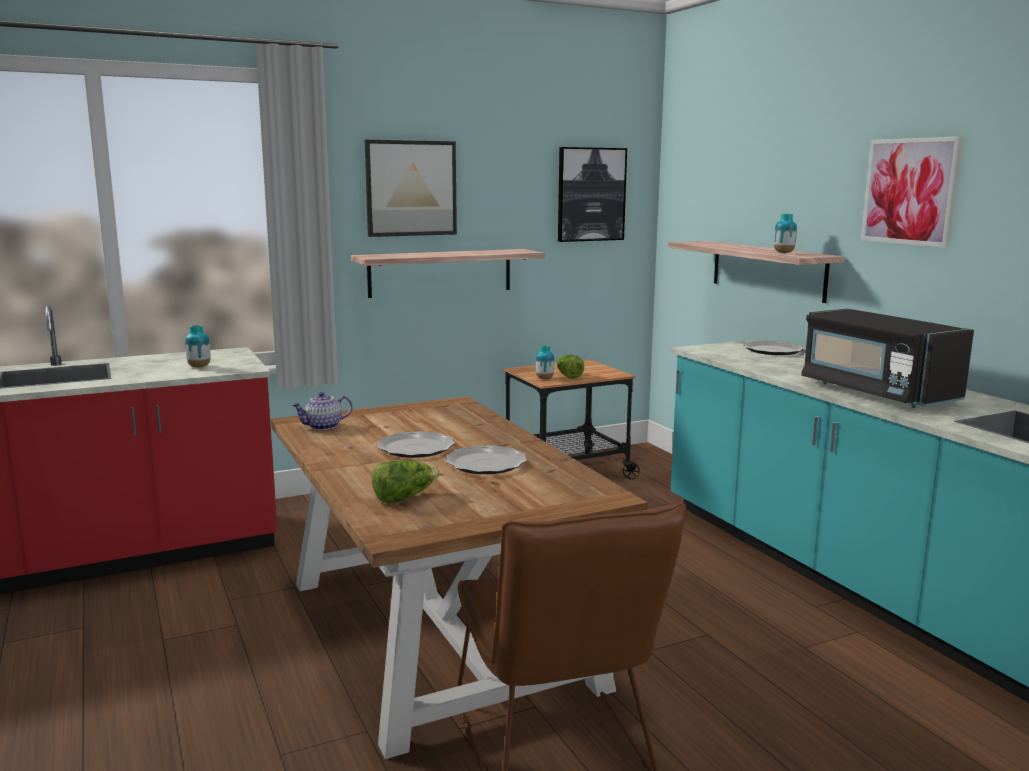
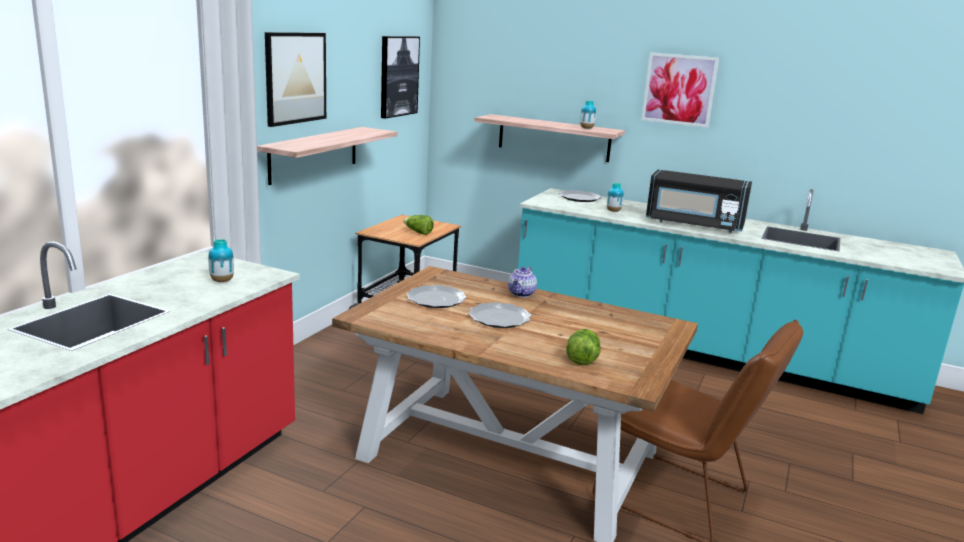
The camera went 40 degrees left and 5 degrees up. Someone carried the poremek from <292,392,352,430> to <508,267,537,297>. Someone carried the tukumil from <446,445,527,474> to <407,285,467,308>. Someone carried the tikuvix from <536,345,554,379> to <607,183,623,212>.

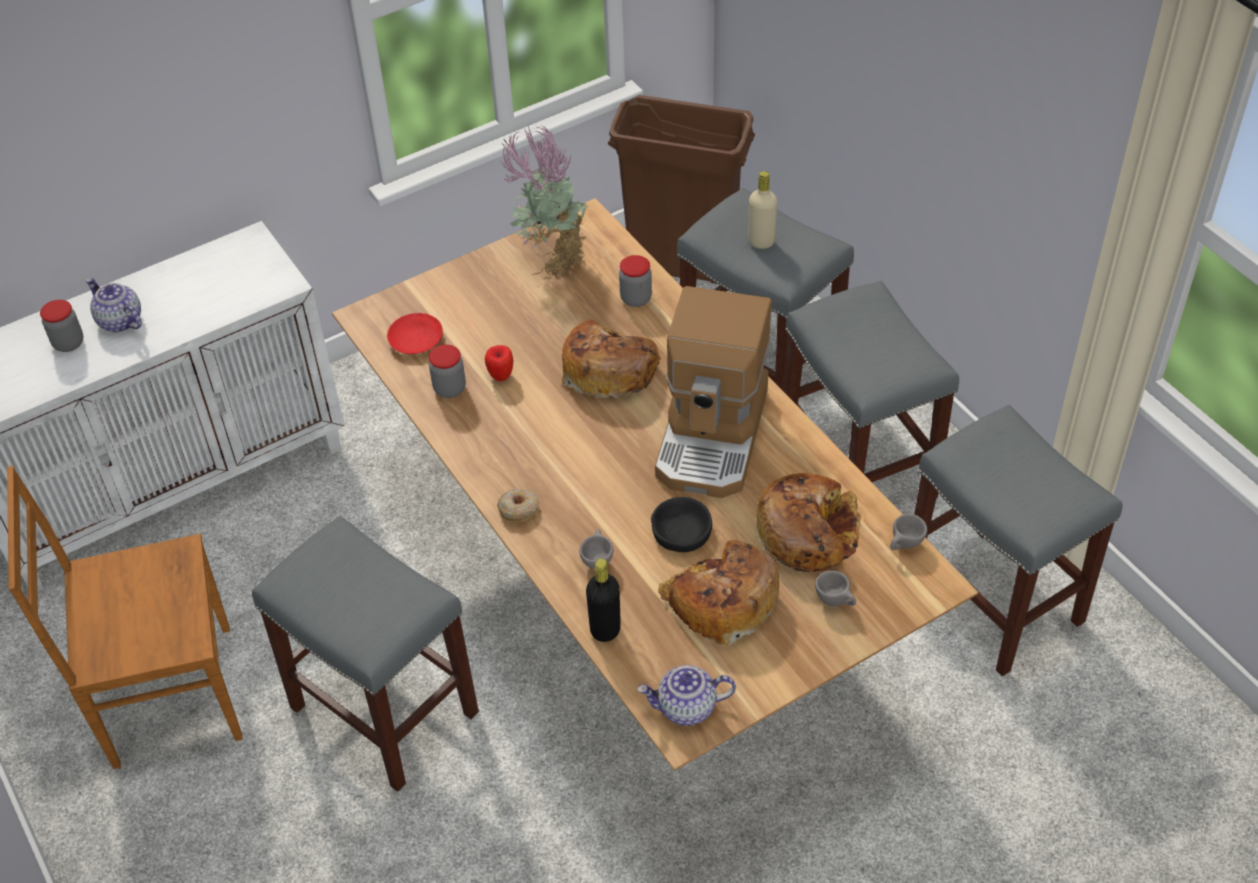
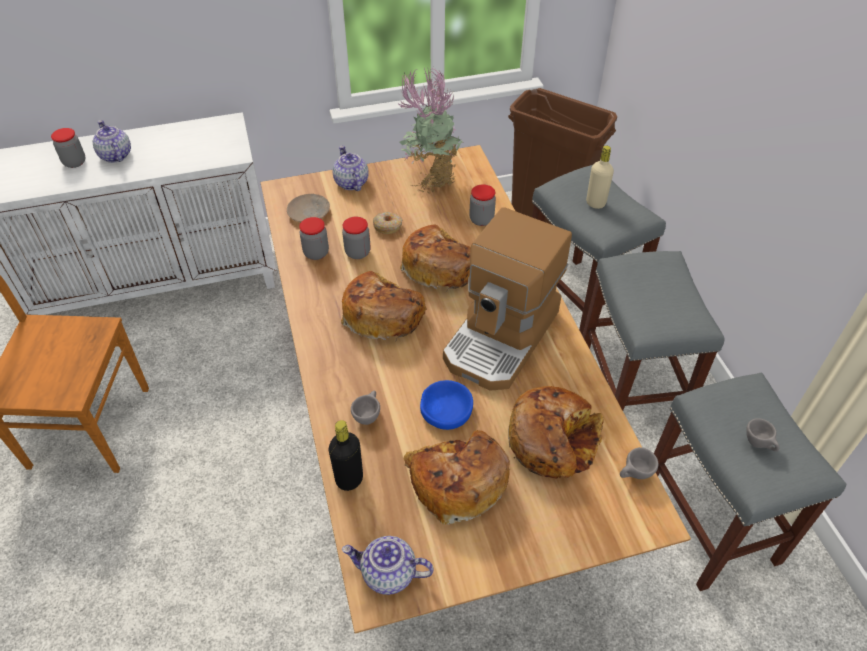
The camera went 15 degrees right and 0 degrees up. Someone took away the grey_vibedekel at <252,516,479,792>. Someone repainted the red_tukumil at <387,313,443,354>, which became the beige_tukumil at <287,194,330,222>. Someone swapped the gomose at <485,345,513,381> for the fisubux at <342,217,370,259>. Someone carried the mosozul from <497,489,539,522> to <373,212,402,234>. Someone repainted the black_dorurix at <651,497,712,552>, which became the blue_dorurix at <420,380,473,430>. Someone carried the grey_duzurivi from <815,571,856,607> to <746,418,779,451>. Someone put down the poremek at <333,145,369,191>. Someone put down the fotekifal at <341,271,427,340>.

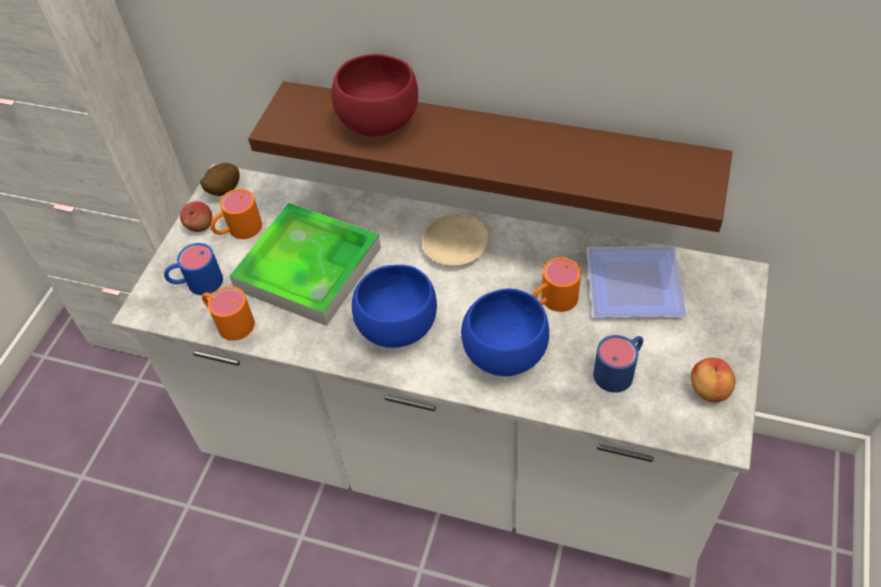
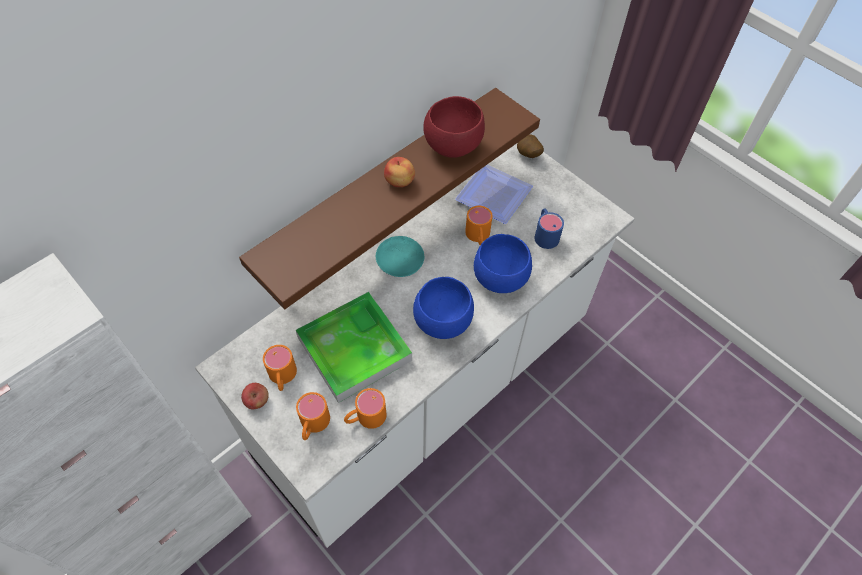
The camera went 65 degrees left and 5 degrees up. Someone repainted the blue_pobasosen at <164,243,223,295>, which became the orange_pobasosen at <296,392,330,440>. Someone carried the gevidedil from <200,163,240,196> to <517,134,544,158>. Someone carried the red_dorurix from <332,54,418,136> to <423,96,485,158>. Someone repainted the beige_tukumil at <422,214,489,266>, which became the turquoise_tukumil at <376,236,424,277>. Someone carried the gomose from <690,358,736,402> to <384,157,415,187>.

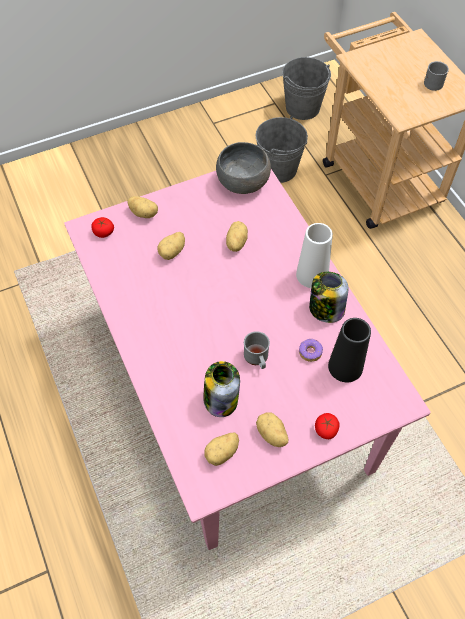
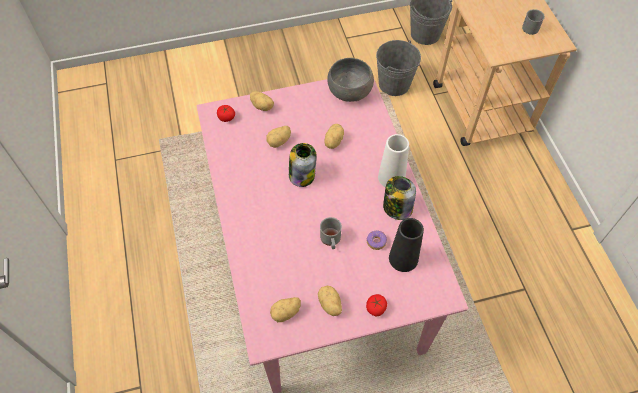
The camera went 10 degrees right and 0 degrees up. Someone carried the fisubux from <204,361,240,417> to <289,143,317,187>.

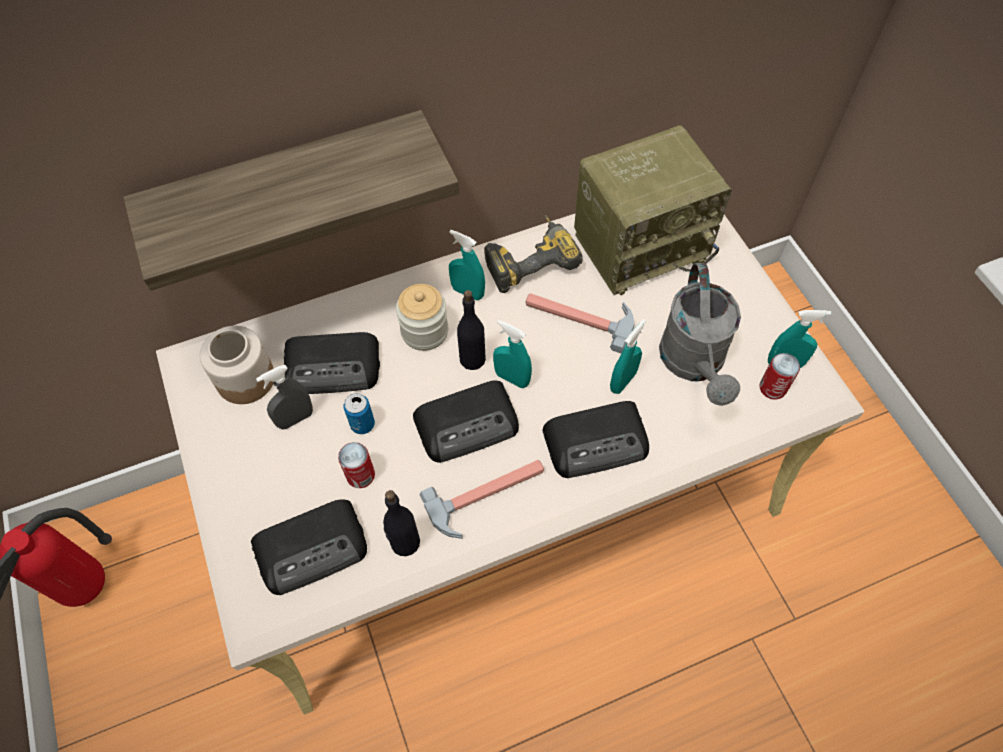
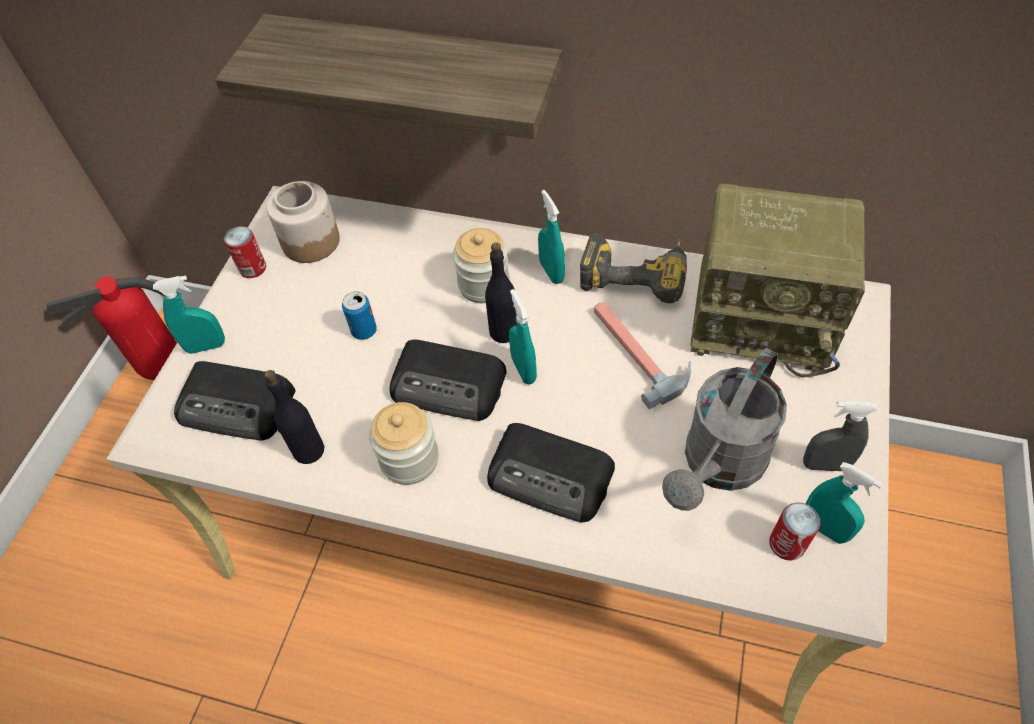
The camera went 40 degrees right and 5 degrees down. Someone carried the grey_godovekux from <256,365,313,429> to <803,401,877,471>. Someone took away the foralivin at <284,332,380,394>. Someone carried the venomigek from <338,442,375,488> to <224,226,266,278>. Someone swapped the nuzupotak at <419,460,544,539> for the fisubux at <369,402,439,485>. Someone carried the turquoise_godovekux from <610,319,646,394> to <153,275,225,354>.

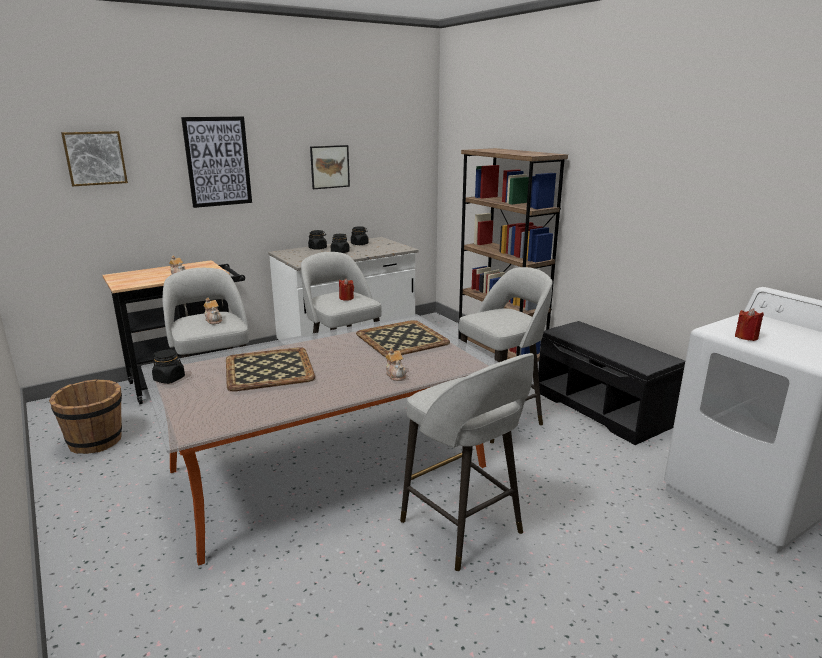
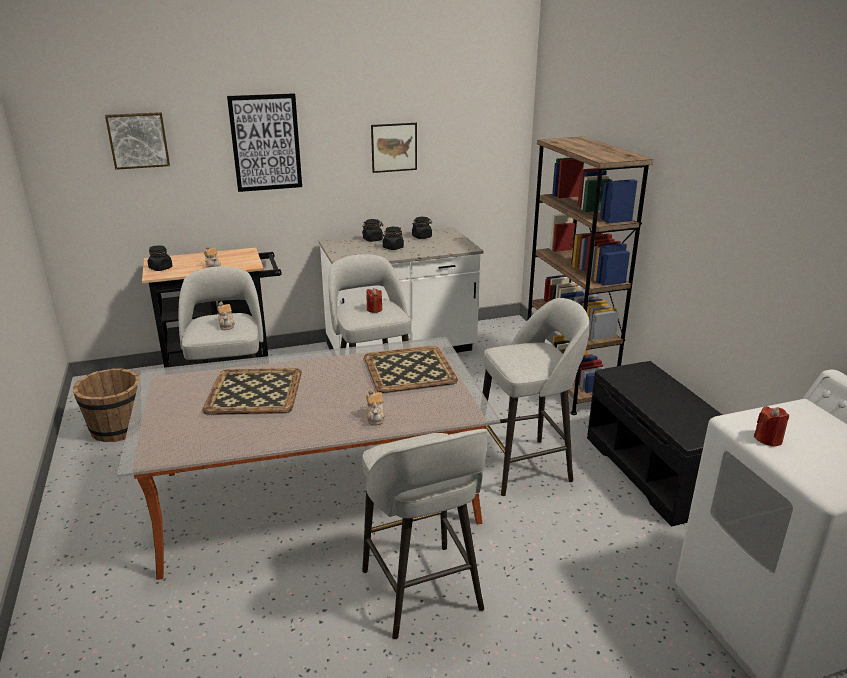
The camera went 15 degrees right and 5 degrees up. Someone carried the black_fisubux from <152,350,185,384> to <148,245,172,271>.

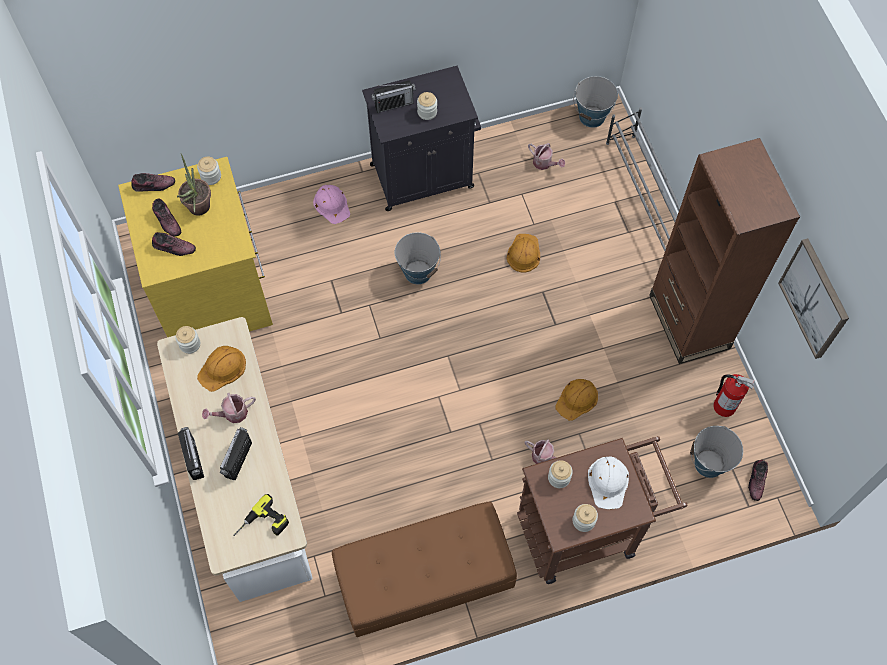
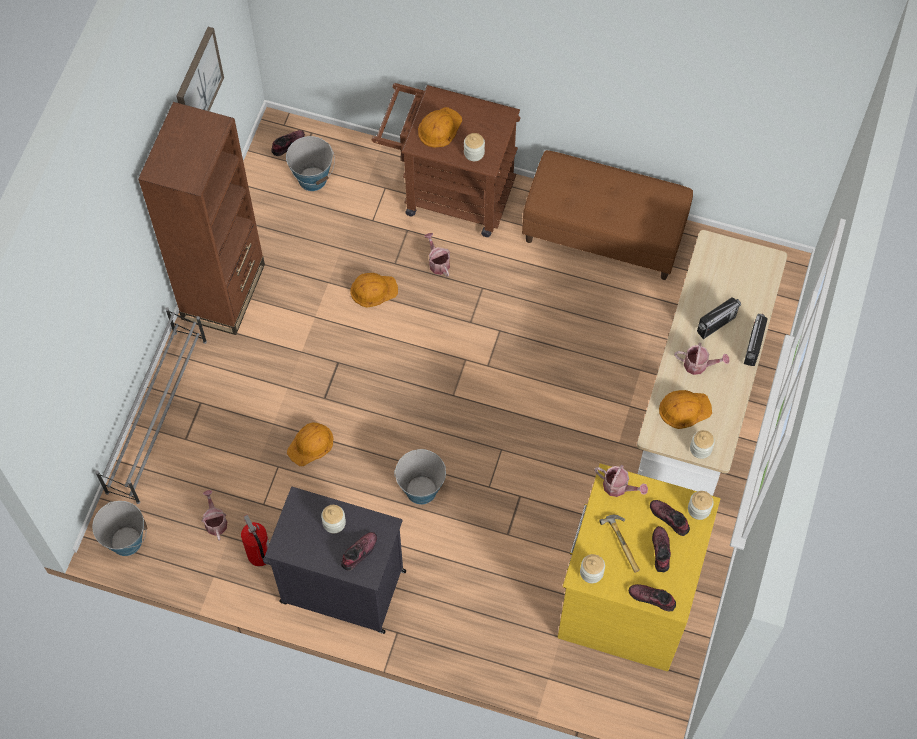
The camera went 145 degrees left and 0 degrees up. Someone swapped the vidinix at <177,153,211,215> for the nuzupotak at <599,515,640,573>. Someone took away the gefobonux at <233,494,289,536>. Someone took away the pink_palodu at <313,185,350,224>. Someone swapped the foralivin at <371,80,416,113> for the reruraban at <341,532,377,571>. Someone carried the fisubux from <573,504,598,532> to <688,491,714,520>. Someone repainted the white_palodu at <588,456,629,509>, which became the orange_palodu at <418,107,462,148>. Someone carried the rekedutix from <713,374,755,417> to <241,514,269,566>. Someone put down the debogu at <595,465,648,497>.

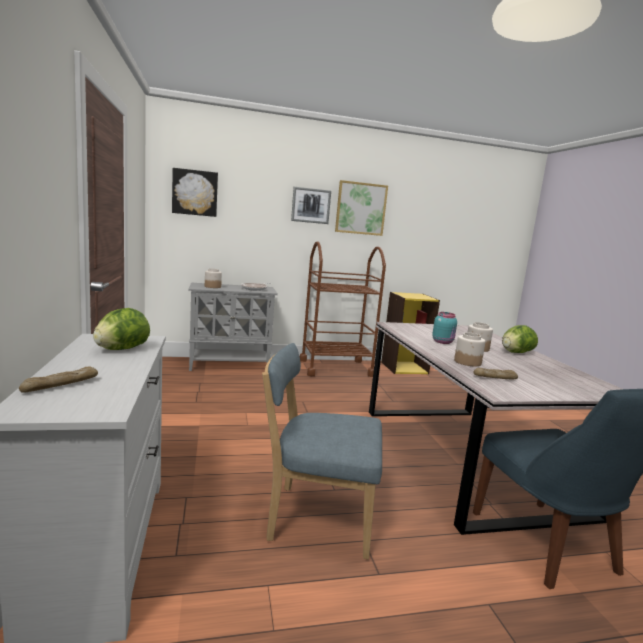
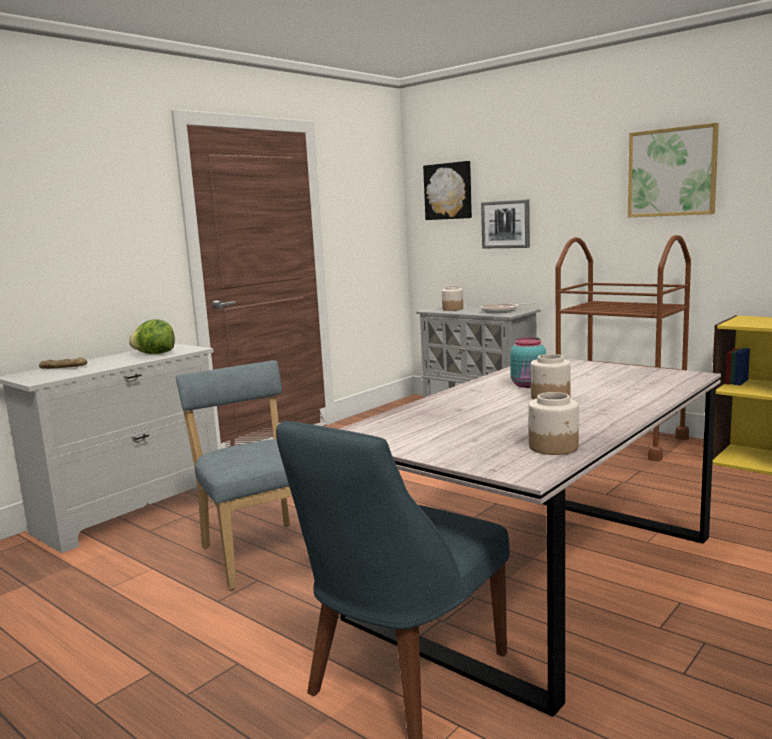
The camera went 55 degrees right and 0 degrees up. Someone carried the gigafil from <291,187,331,224> to <481,199,530,248>. Someone carried the fisubux from <454,333,485,366> to <528,392,579,455>. Someone took away the fotekifal at <473,368,518,379>. Someone took away the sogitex at <502,325,538,353>.

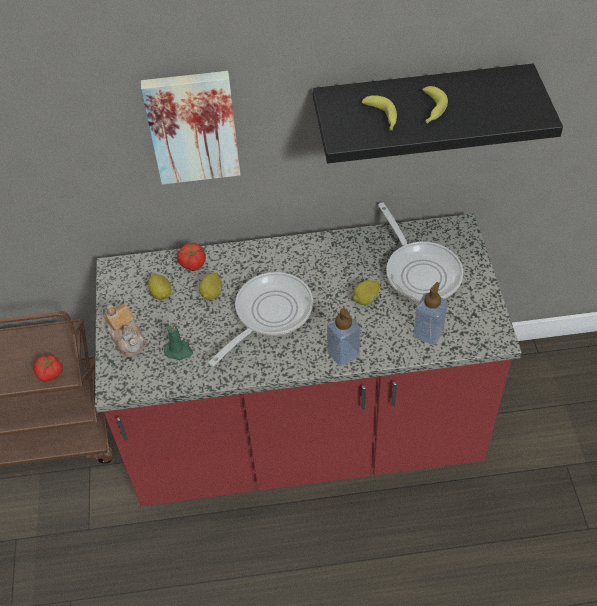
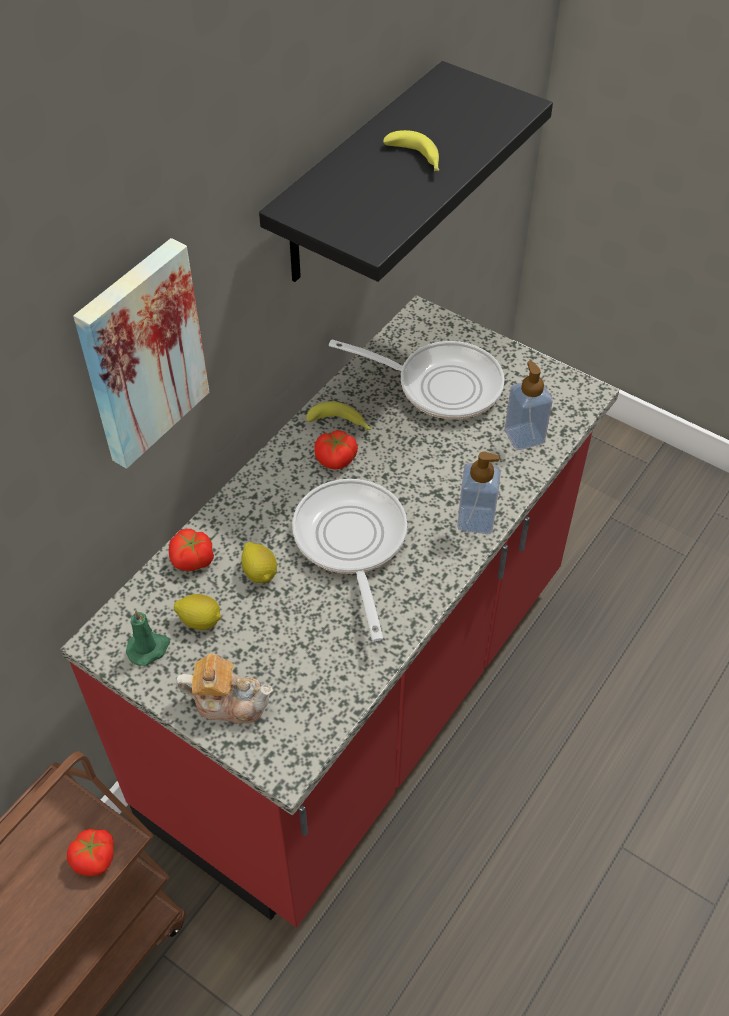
The camera went 50 degrees left and 0 degrees up. Someone carried the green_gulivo from <164,323,193,360> to <126,610,170,666>. Someone took away the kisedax at <353,280,380,305>. Someone carried the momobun from <362,95,397,131> to <306,401,371,431>. Someone put down the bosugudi at <314,430,358,470>.

